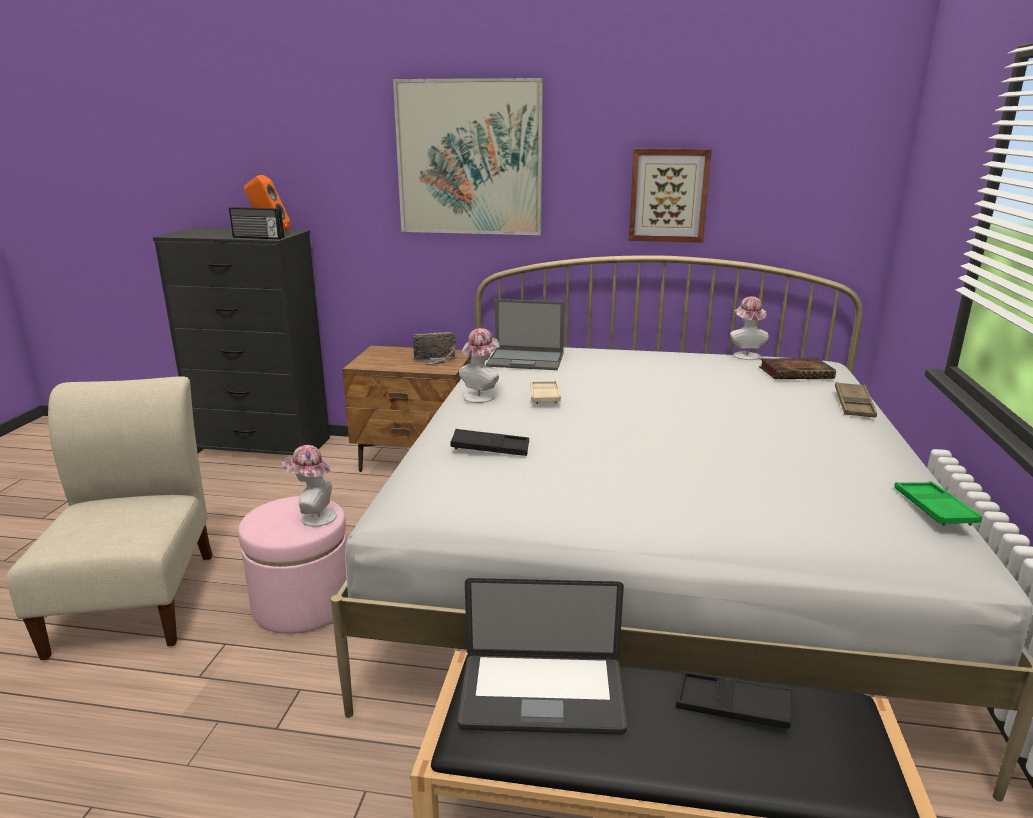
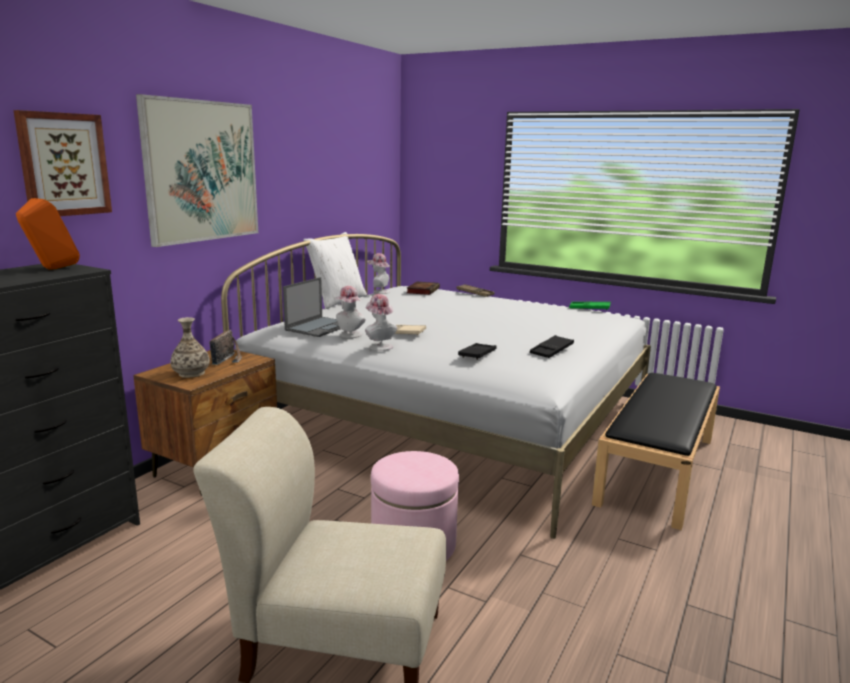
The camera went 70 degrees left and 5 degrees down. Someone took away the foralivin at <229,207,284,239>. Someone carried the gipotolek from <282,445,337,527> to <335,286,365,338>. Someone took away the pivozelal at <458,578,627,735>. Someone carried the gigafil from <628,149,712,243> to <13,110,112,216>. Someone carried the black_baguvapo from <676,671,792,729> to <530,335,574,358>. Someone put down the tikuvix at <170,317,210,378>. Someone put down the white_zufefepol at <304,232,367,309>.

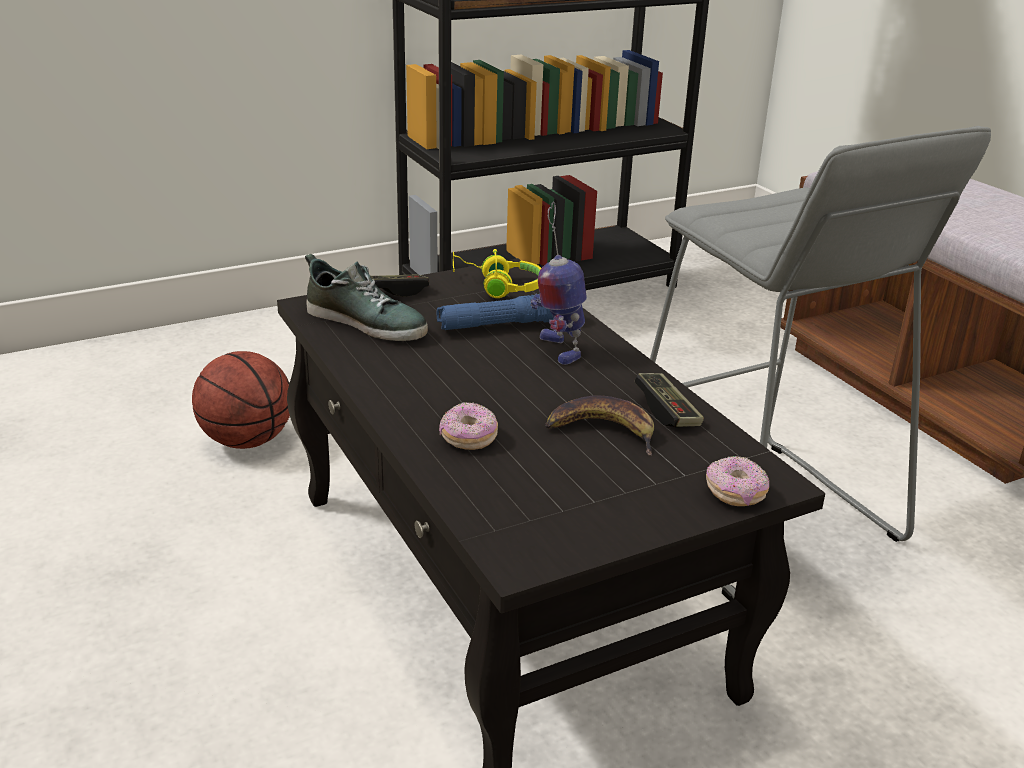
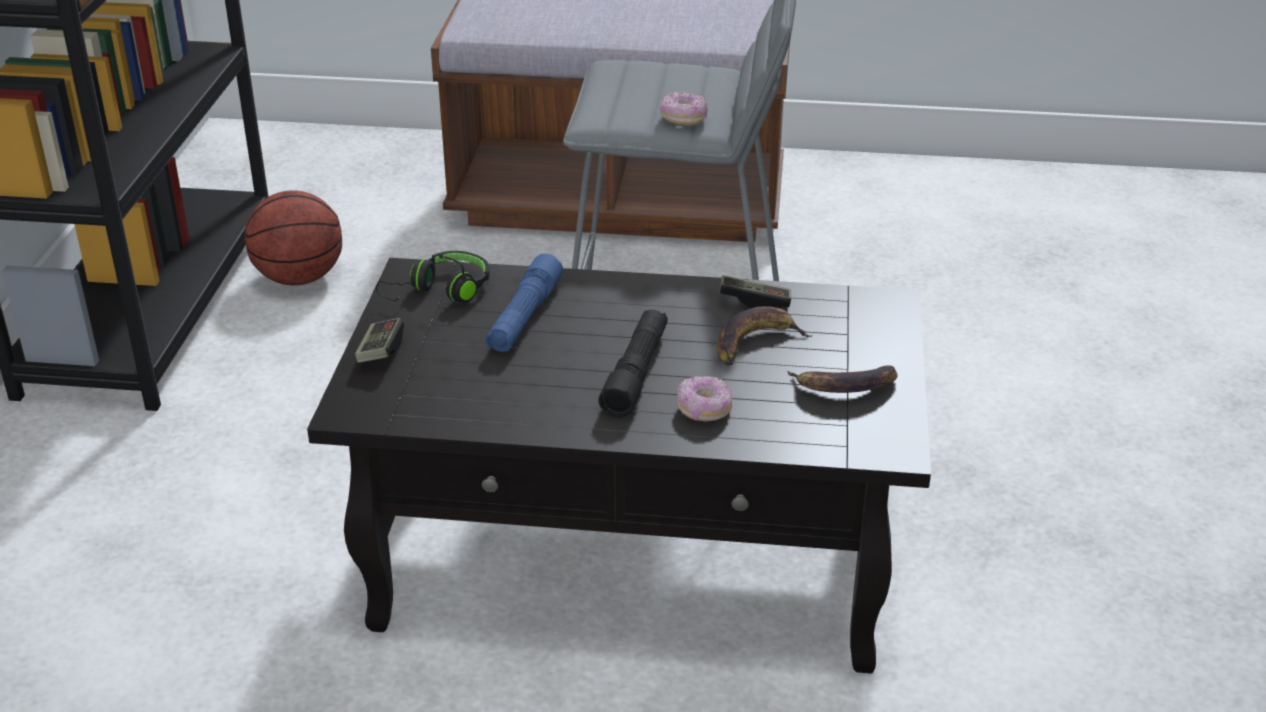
The camera went 55 degrees left and 5 degrees up. Someone carried the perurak from <192,351,290,449> to <245,190,342,285>. Someone took away the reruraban at <305,254,428,341>. Someone repainted the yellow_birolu at <453,249,541,298>, which became the black_birolu at <376,251,489,303>. Someone took away the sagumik at <531,201,587,365>. Someone carried the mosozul from <706,456,769,506> to <660,92,708,125>. Someone put down the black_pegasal at <598,310,668,418>. Someone put down the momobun at <787,365,898,393>.

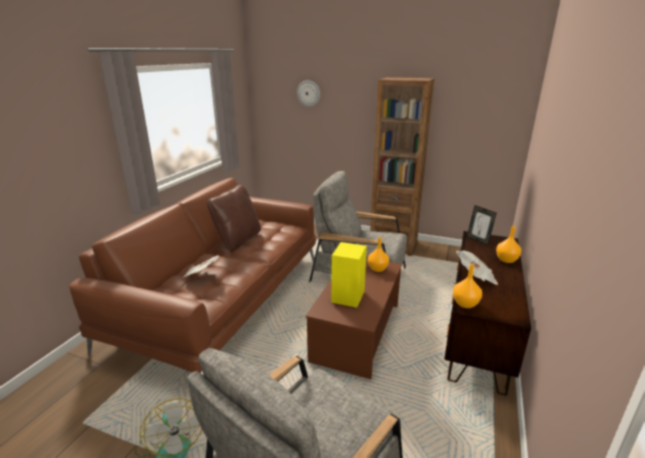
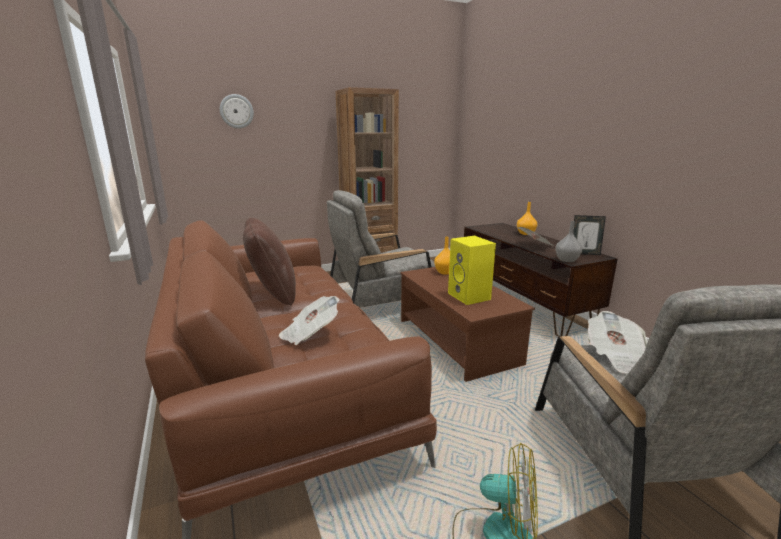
The camera went 45 degrees left and 5 degrees down. Someone repainted the orange_tikuvix at <453,264,482,308>, which became the grey_tikuvix at <556,221,582,262>. Someone carried the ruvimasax from <467,205,497,245> to <573,215,606,255>. Someone put down the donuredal at <588,311,648,374>.

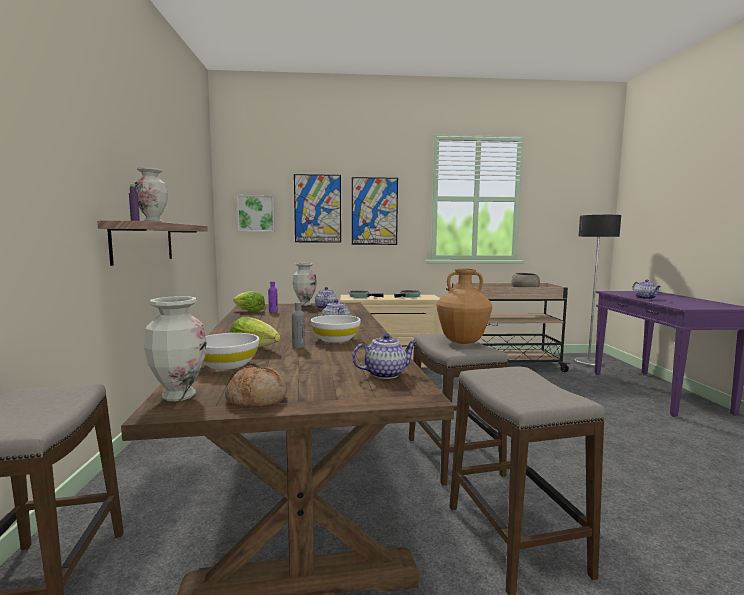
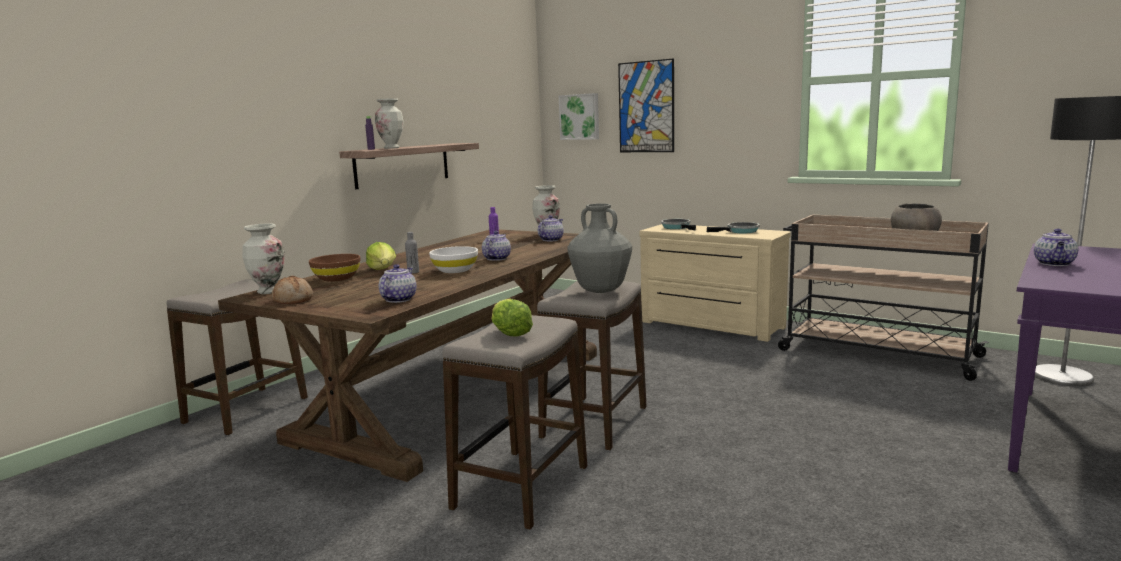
The camera went 40 degrees right and 5 degrees up. Someone repainted the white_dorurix at <203,333,259,370>, which became the brown_dorurix at <309,254,360,282>. Someone carried the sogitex from <233,291,265,312> to <492,299,533,337>. Someone took away the gigafil at <352,177,398,245>. Someone rotated the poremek at <352,333,417,379> by 90 degrees counterclockwise. Someone repainted the brown_tikuvix at <436,269,492,344>, which became the grey_tikuvix at <567,203,632,293>.

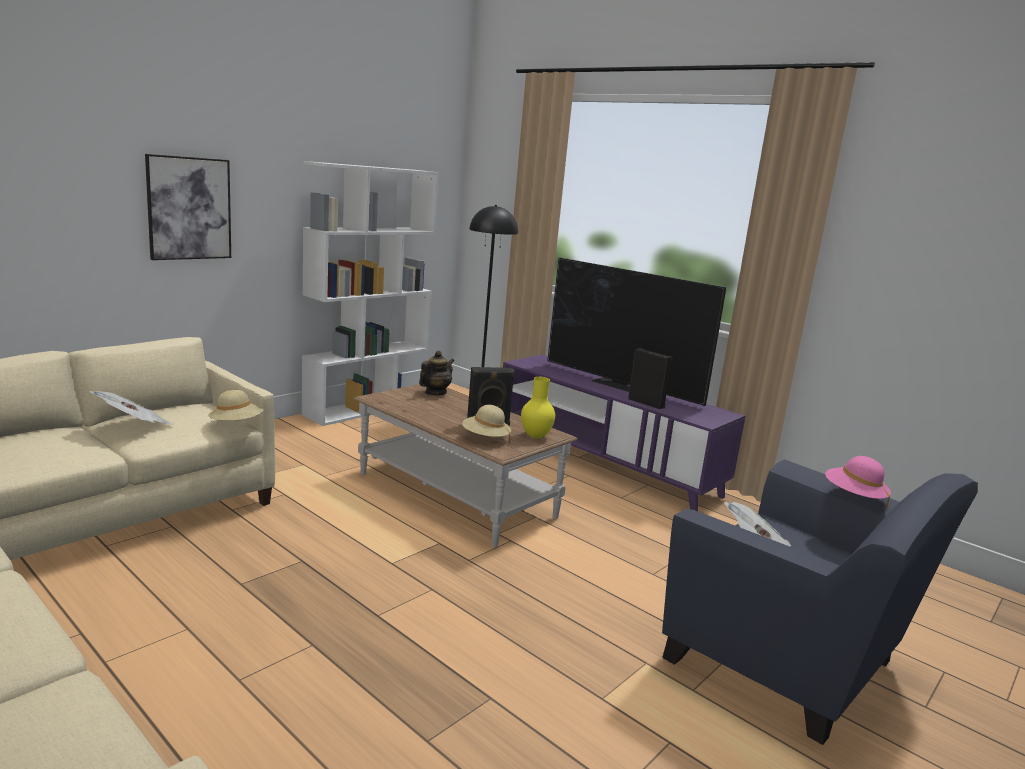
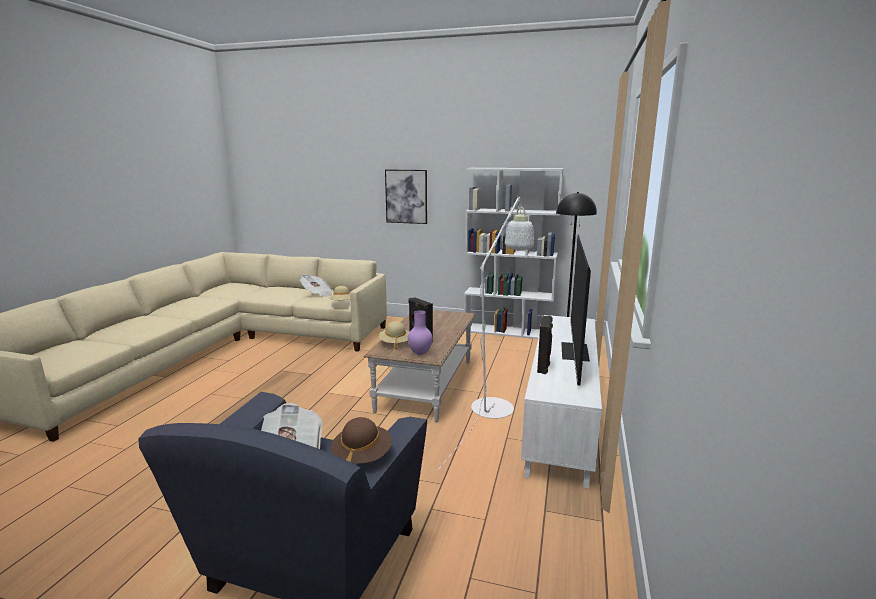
The camera went 65 degrees right and 0 degrees up. Someone took away the poremek at <419,351,454,395>. Someone repainted the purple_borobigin at <503,354,746,511>, which became the white_borobigin at <521,315,602,489>. Someone repainted the yellow_tikuvix at <521,377,555,438>, which became the purple_tikuvix at <408,310,433,355>. Someone repainted the pink_gipotolek at <825,456,891,509>, which became the brown_gipotolek at <331,417,392,464>. Someone put down the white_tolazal at <437,195,534,471>.

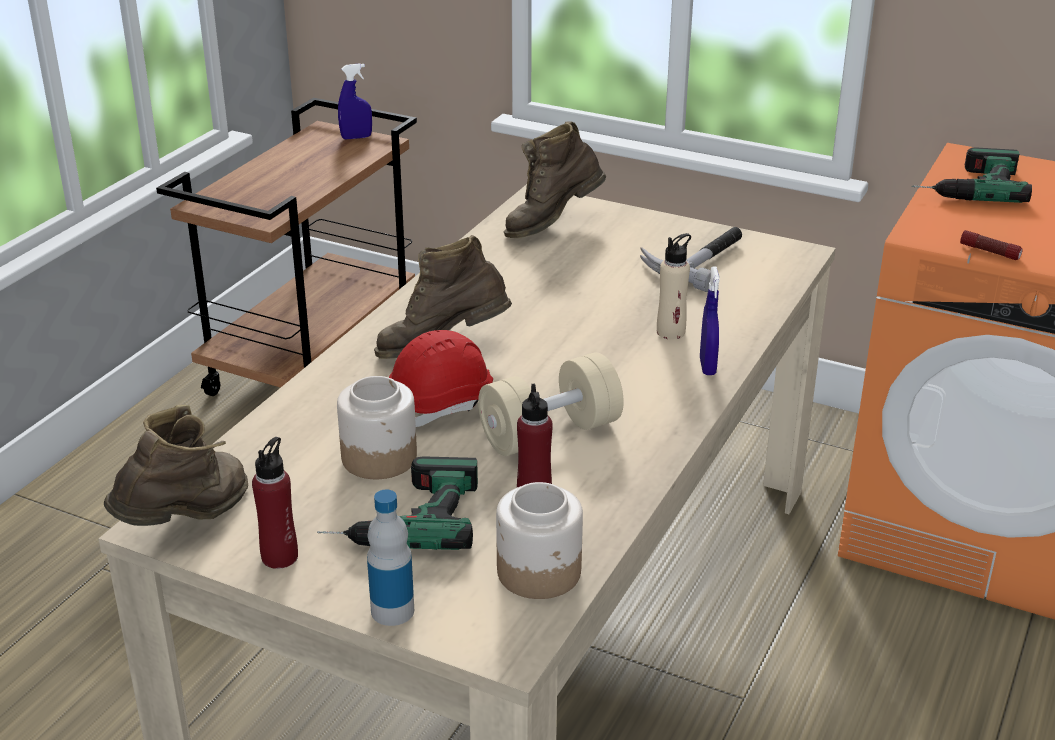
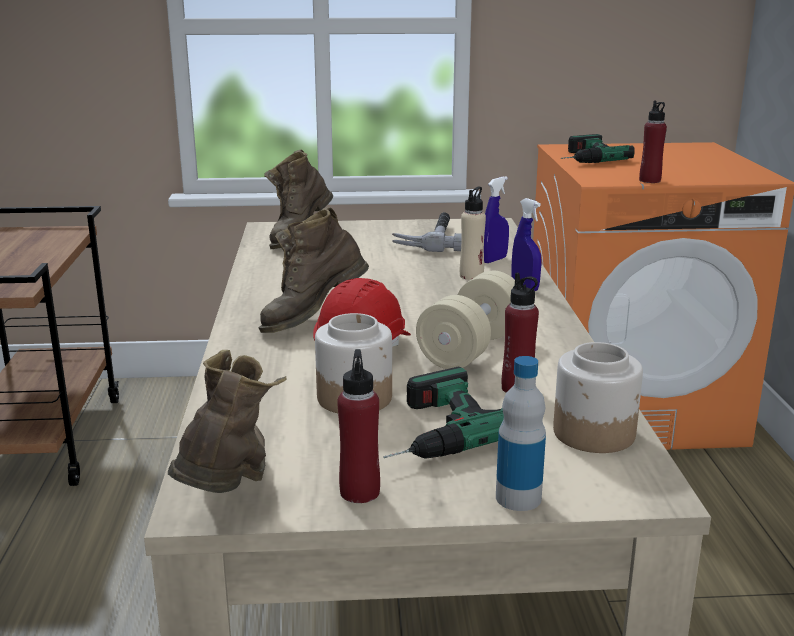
The camera went 30 degrees left and 10 degrees down. Someone carried the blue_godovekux from <338,63,372,139> to <484,176,509,263>. Someone swapped the pegasal at <960,230,1022,260> for the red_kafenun at <639,101,667,183>.

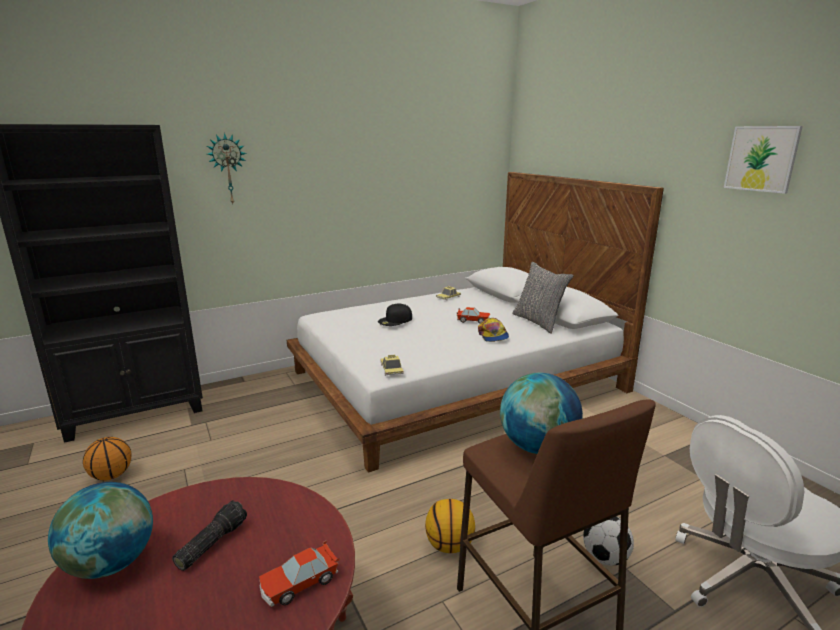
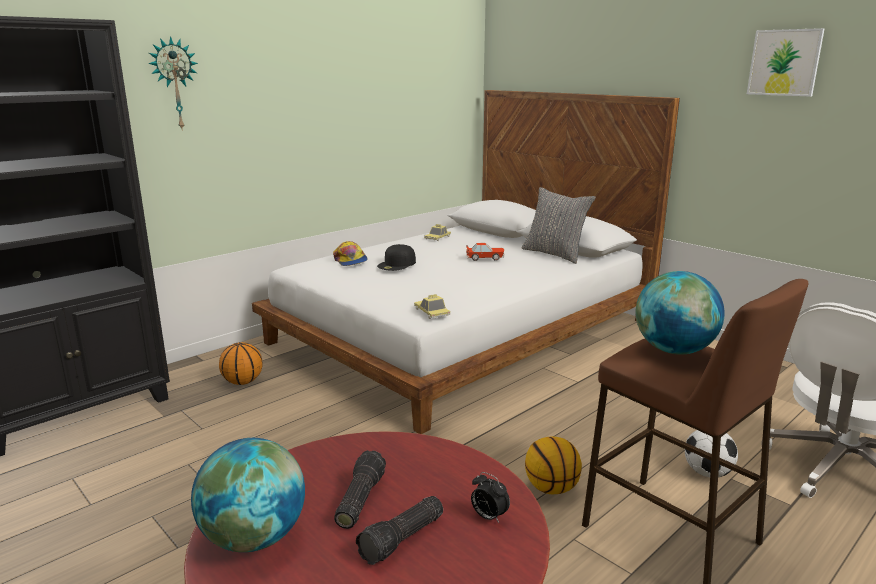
The camera went 15 degrees left and 0 degrees up. Someone carried the perurak from <83,437,132,480> to <219,342,262,385>. Someone swapped the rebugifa at <259,540,339,607> for the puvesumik at <471,472,510,523>. Someone carried the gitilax from <478,318,509,342> to <333,241,368,266>. Someone put down the pegasal at <356,496,443,565>.

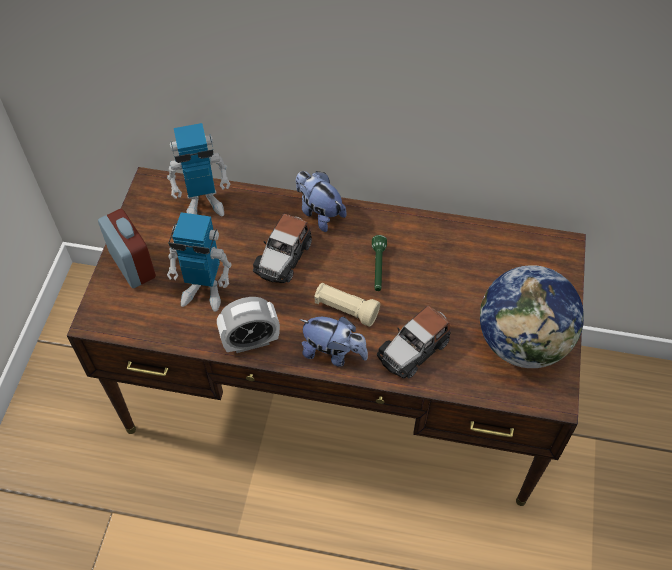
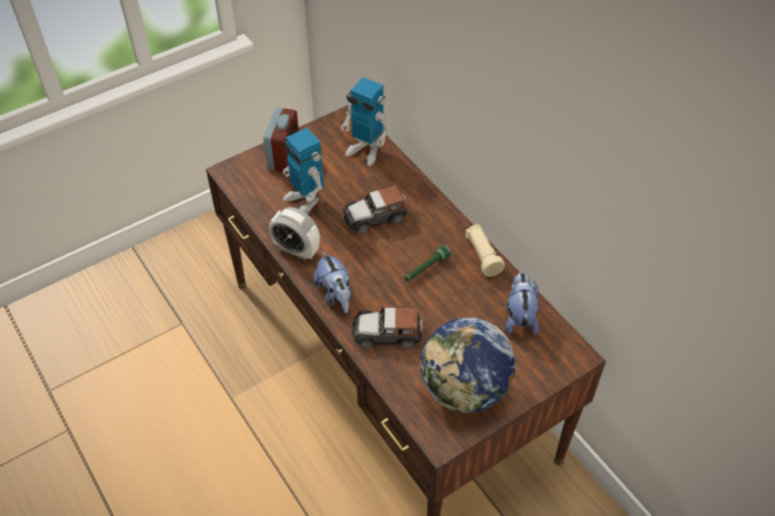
The camera went 45 degrees right and 5 degrees down. Someone carried the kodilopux from <296,171,346,232> to <505,273,539,335>. Someone carried the beige_pegasal from <314,283,380,327> to <465,225,505,276>.

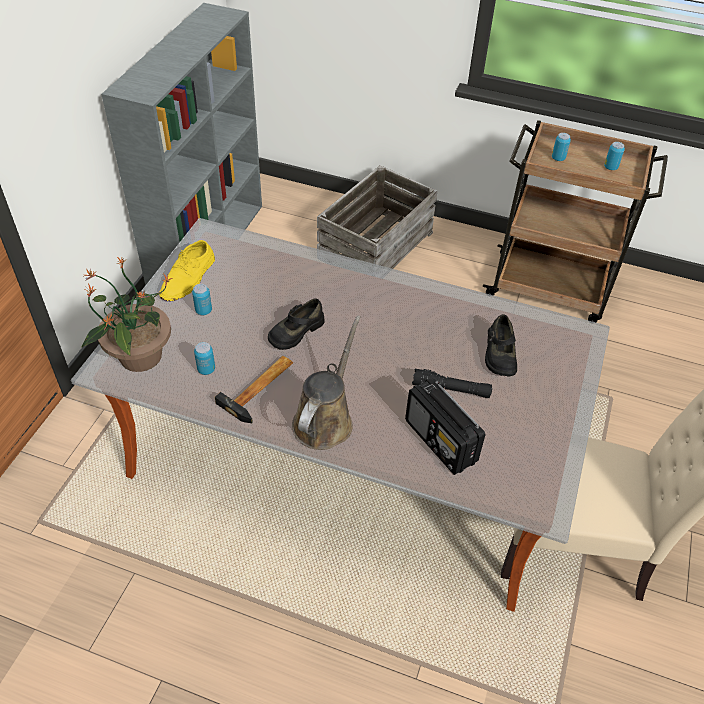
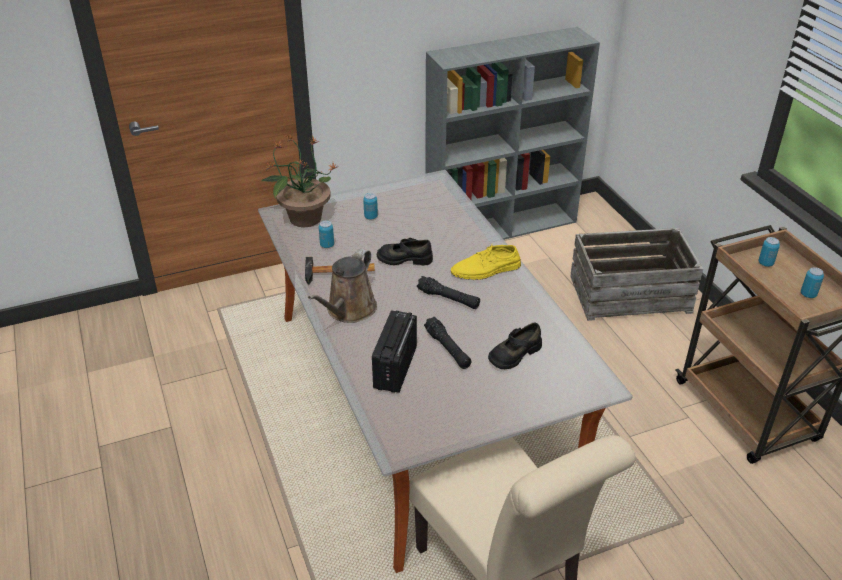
The camera went 50 degrees right and 10 degrees down. Someone carried the yellow_reruraban from <159,240,215,301> to <451,245,521,280>. Someone rotated the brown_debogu at <292,316,361,450> by 135 degrees clockwise. Someone put down the black_pegasal at <417,276,480,309>.

